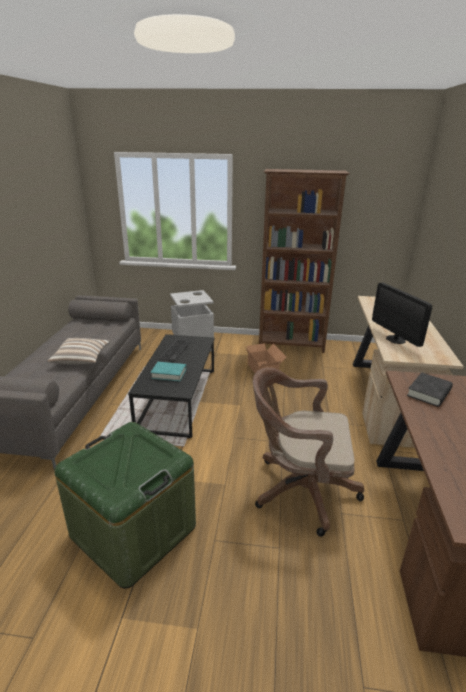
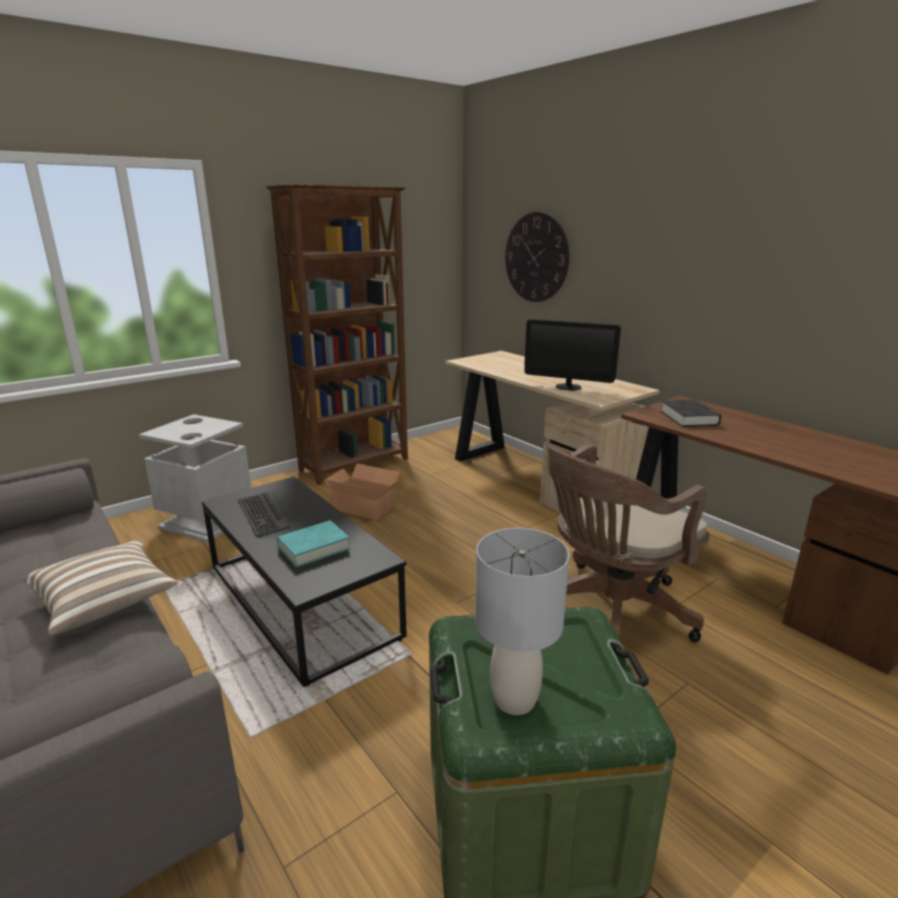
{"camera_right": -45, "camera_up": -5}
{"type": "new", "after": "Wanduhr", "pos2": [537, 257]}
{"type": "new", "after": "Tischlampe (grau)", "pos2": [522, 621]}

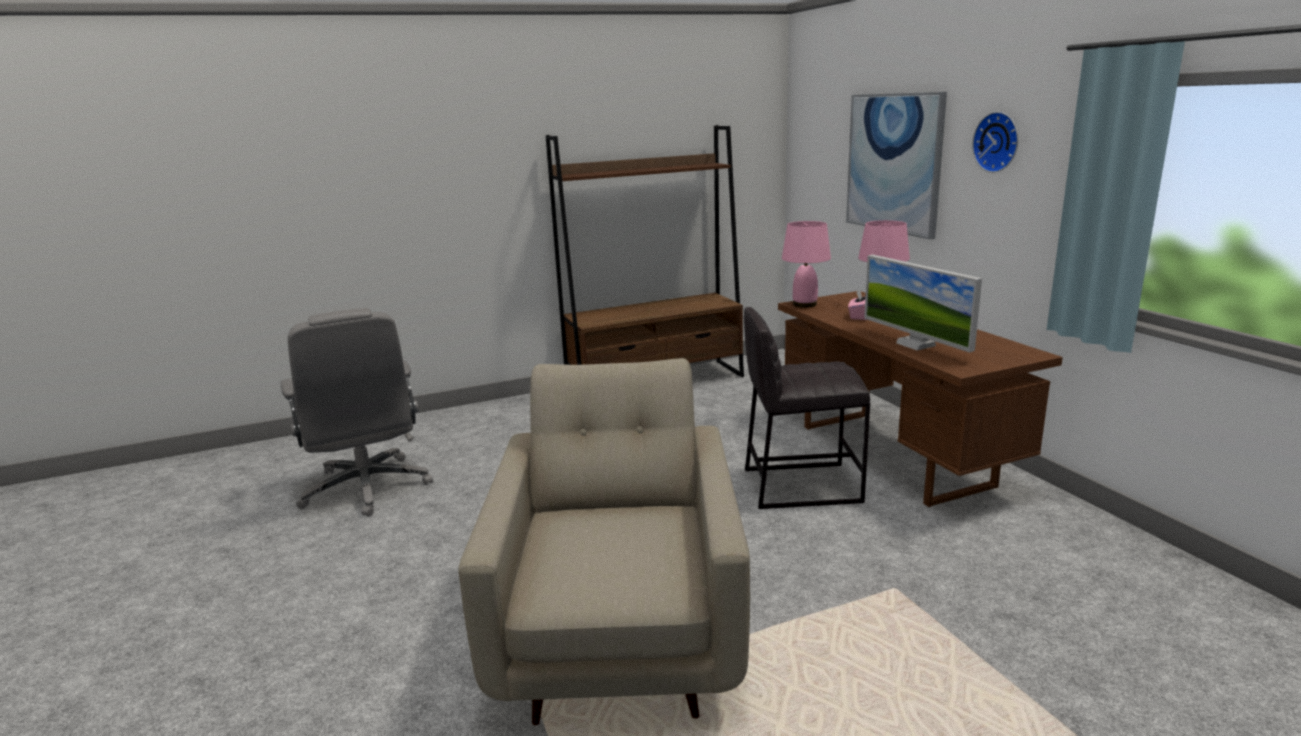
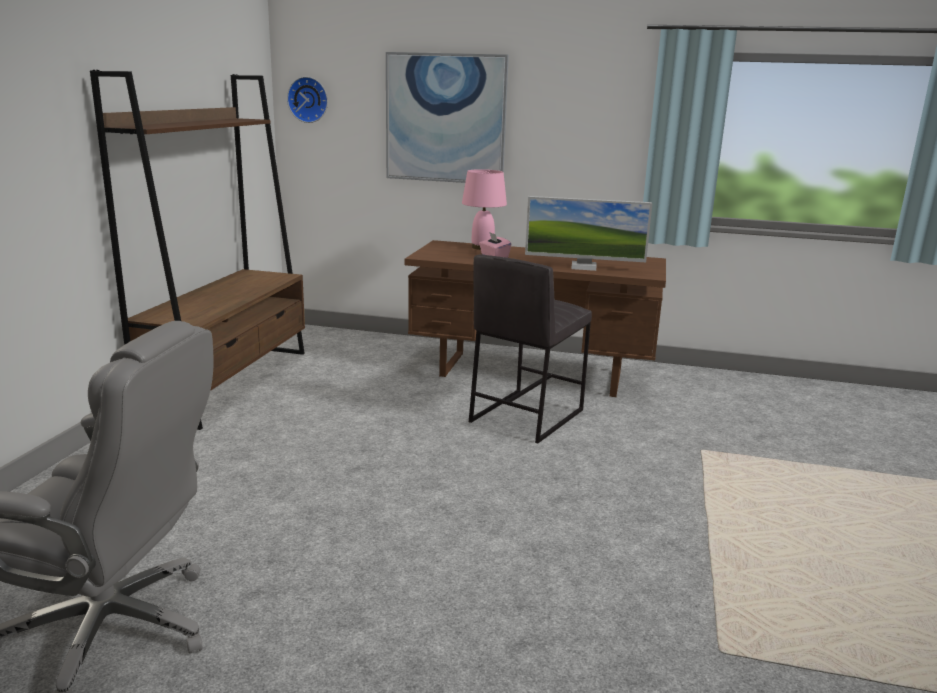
{"camera_right": -55, "camera_up": 0}
{"type": "shifted", "before": "Wanduhr", "pos1": [995, 142], "pos2": [307, 100]}
{"type": "gone", "before": "Tischlampe (rosa)", "pos1": [806, 264]}
{"type": "gone", "before": "Sessel (beige)", "pos1": [604, 541]}

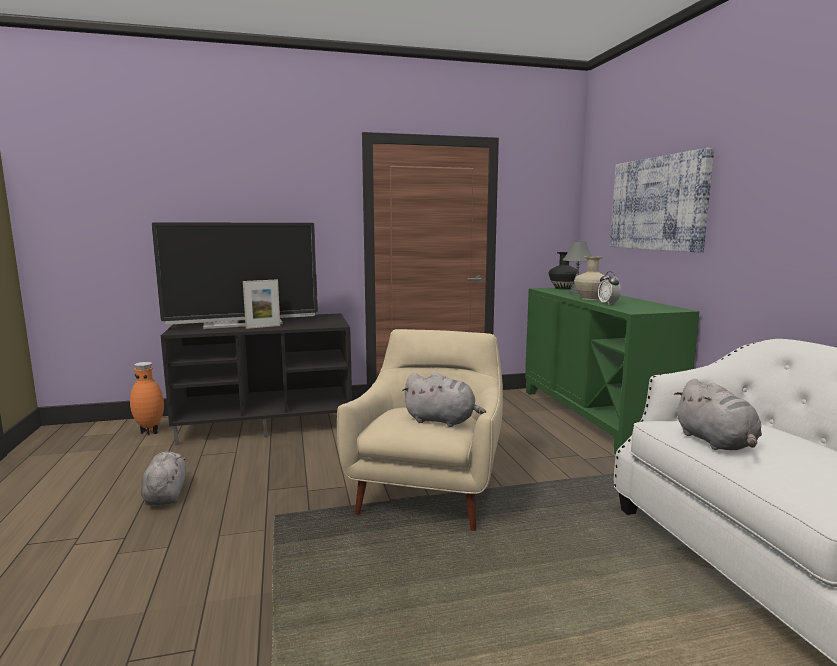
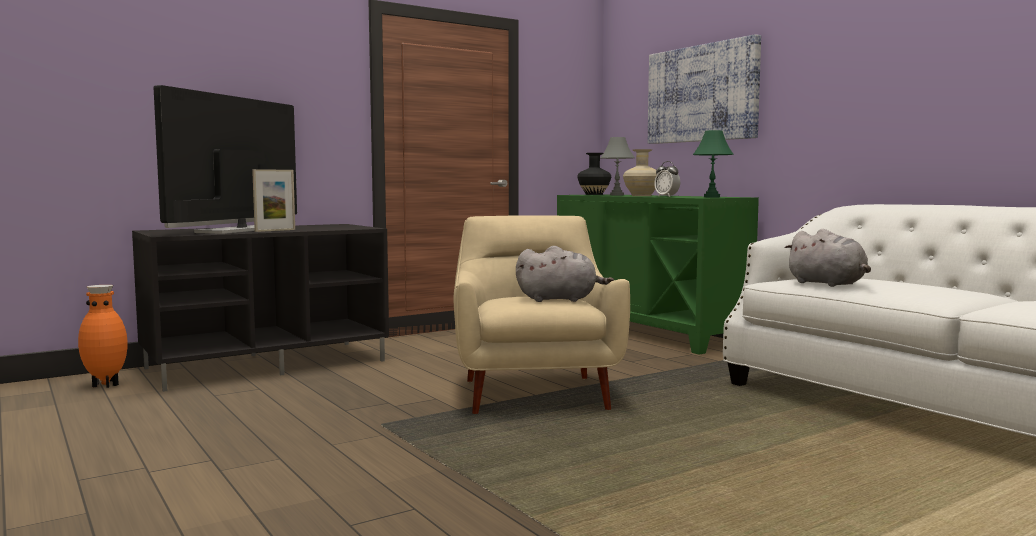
{"camera_right": -20, "camera_up": -5}
{"type": "rotated", "before": "Fernseher", "pos1": [234, 275], "pos2": [225, 159], "turn": 150}
{"type": "gone", "before": "Plüschtier (grau)", "pos1": [163, 478]}
{"type": "new", "after": "Tischlampe (grün)", "pos2": [713, 163]}

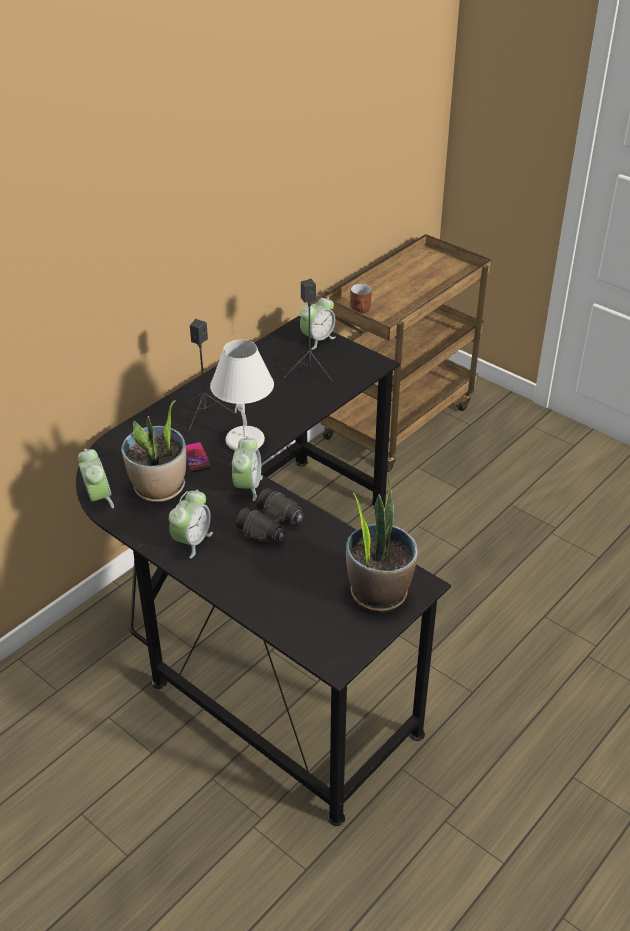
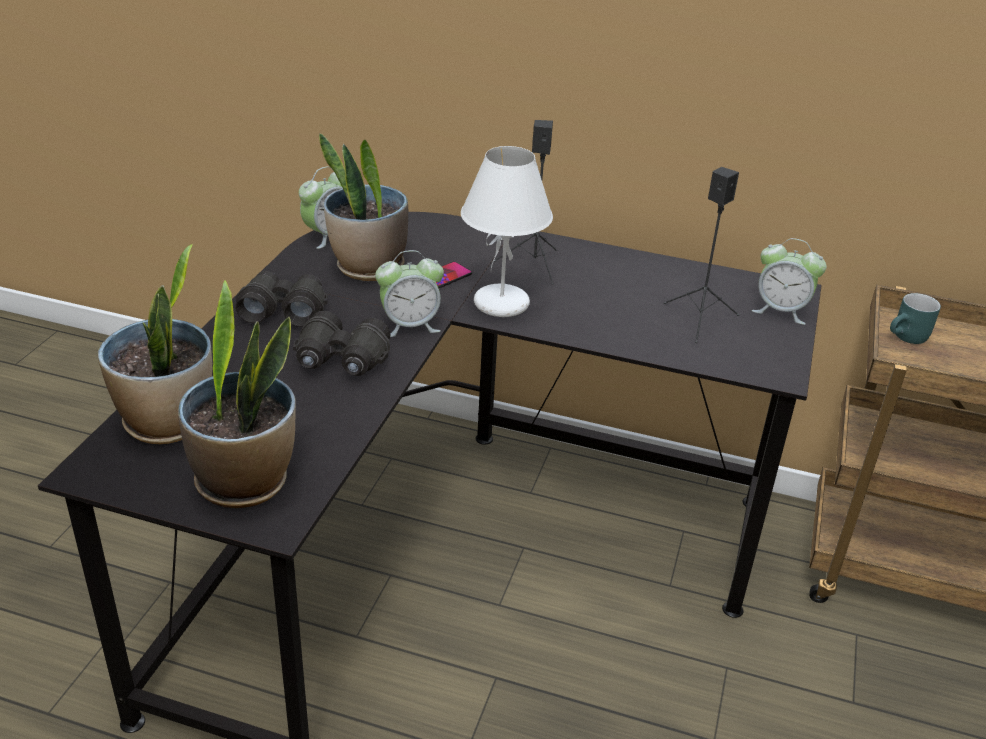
{"camera_right": 65, "camera_up": -5}
{"type": "repainted", "before": "Henkelbecher (braun)", "after": "Henkelbecher (türkis)", "pos1": [361, 299], "pos2": [915, 318]}
{"type": "swapped", "before": "Wecker", "after": "Fernglas (schwarz)", "pos1": [191, 524], "pos2": [281, 299]}
{"type": "new", "after": "Topfpflanze", "pos2": [155, 344]}

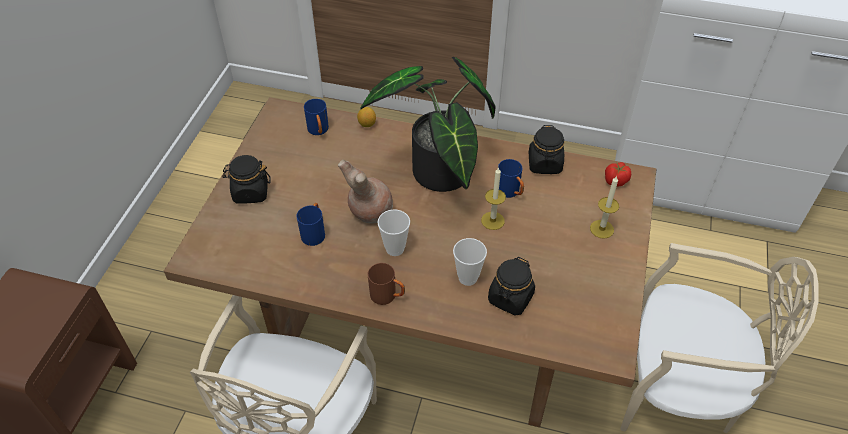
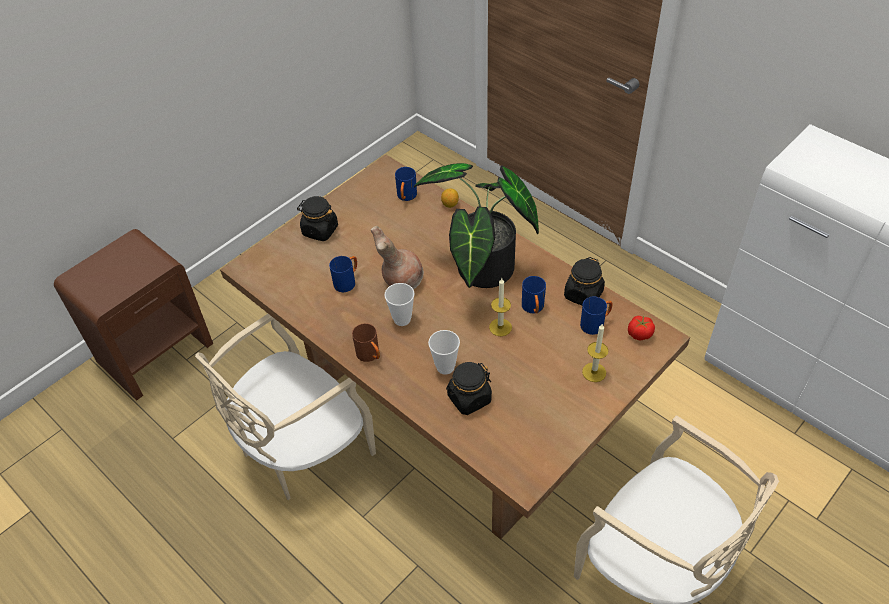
{"camera_right": 30, "camera_up": 0}
{"type": "new", "after": "Henkelbecher (blau)", "pos2": [596, 316]}

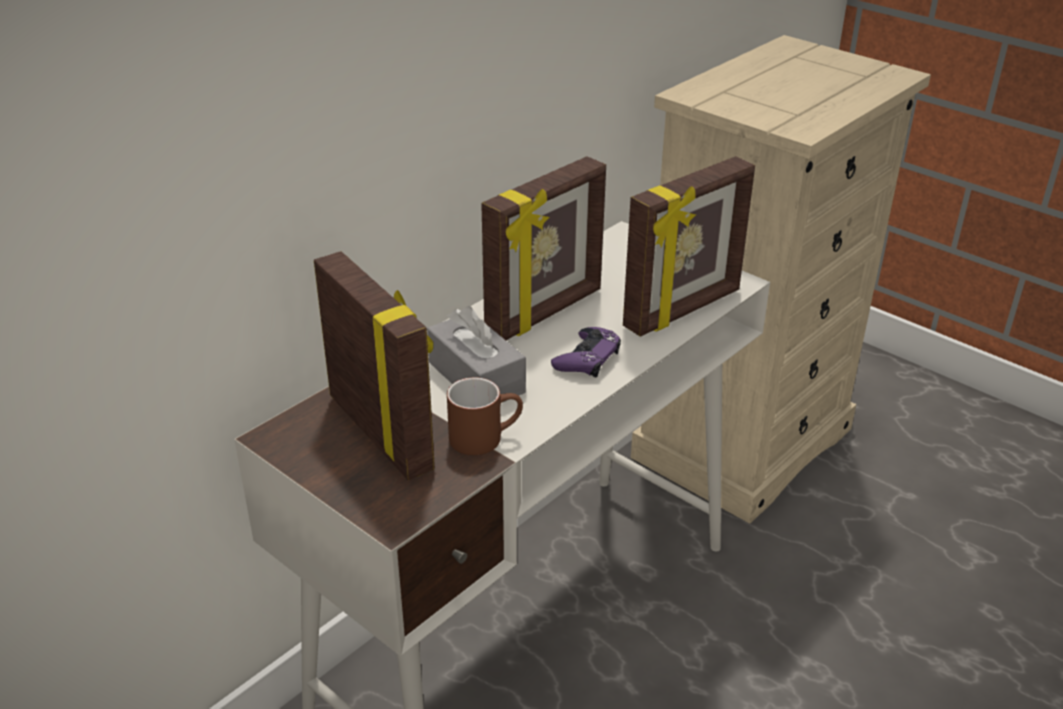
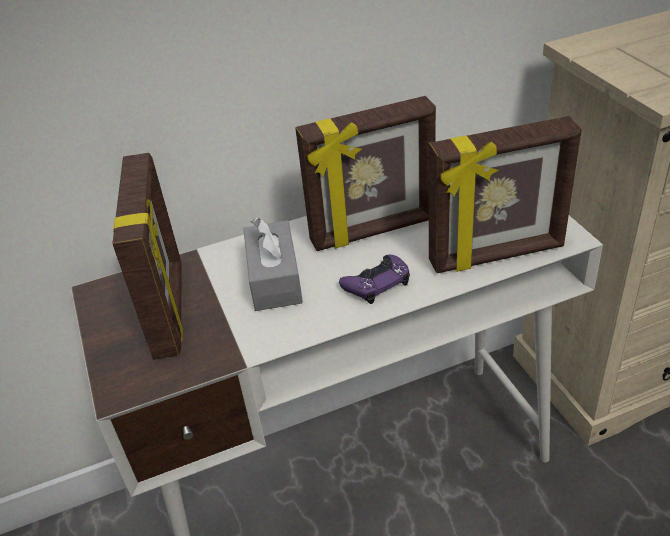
{"camera_right": 30, "camera_up": 5}
{"type": "gone", "before": "Henkelbecher (braun)", "pos1": [485, 416]}

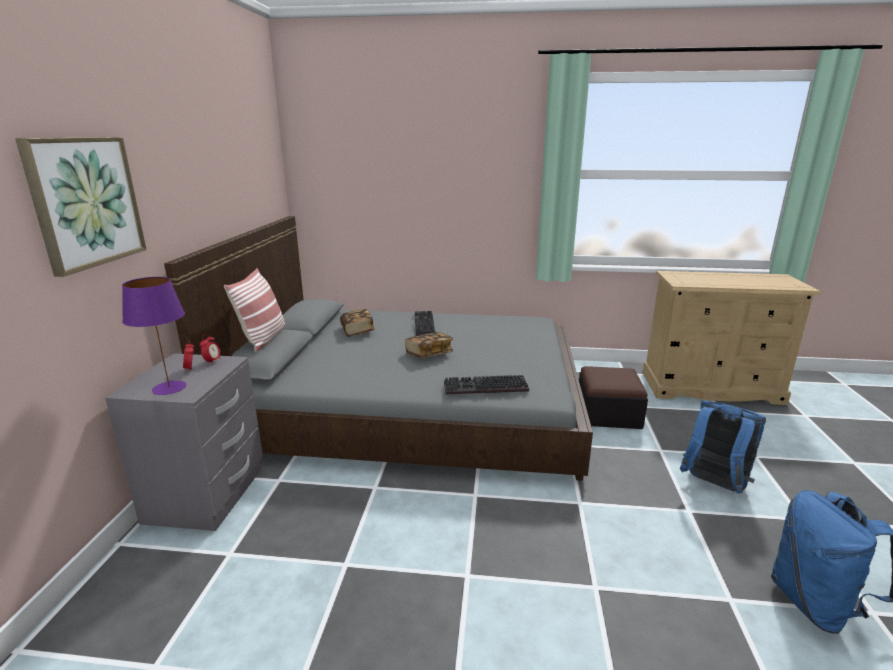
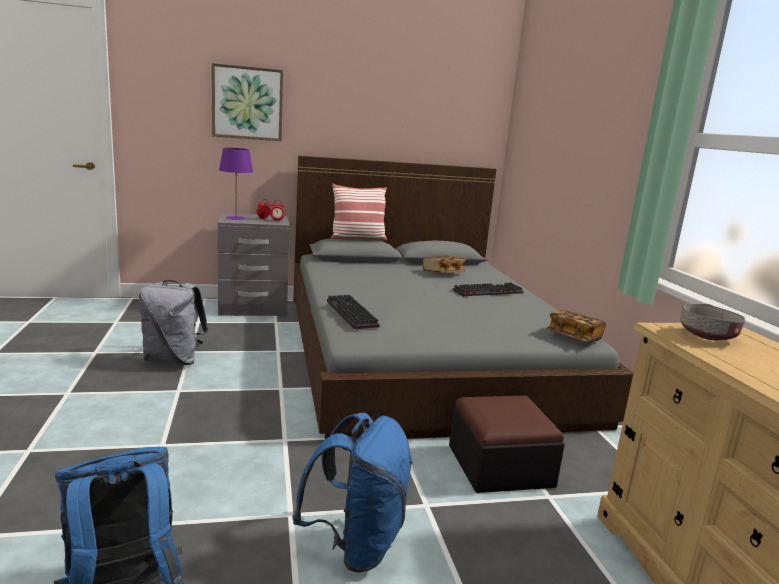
{"camera_right": 70, "camera_up": -5}
{"type": "shifted", "before": "Buch", "pos1": [429, 345], "pos2": [576, 326]}
{"type": "new", "after": "Rucksack (grau)", "pos2": [173, 322]}
{"type": "new", "after": "Schüssel (grau)", "pos2": [712, 322]}

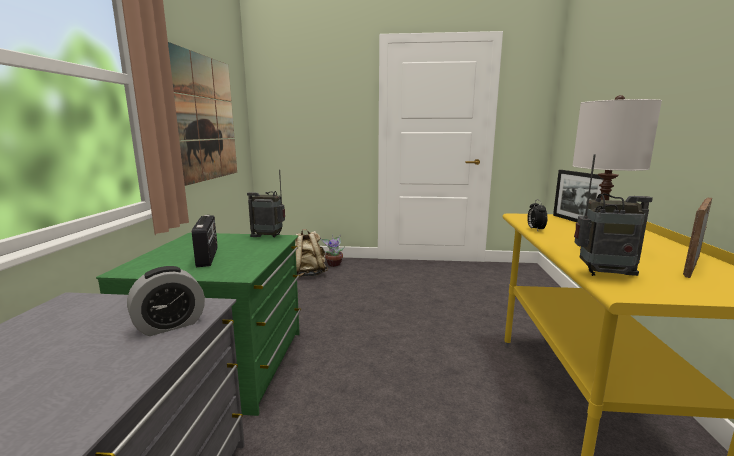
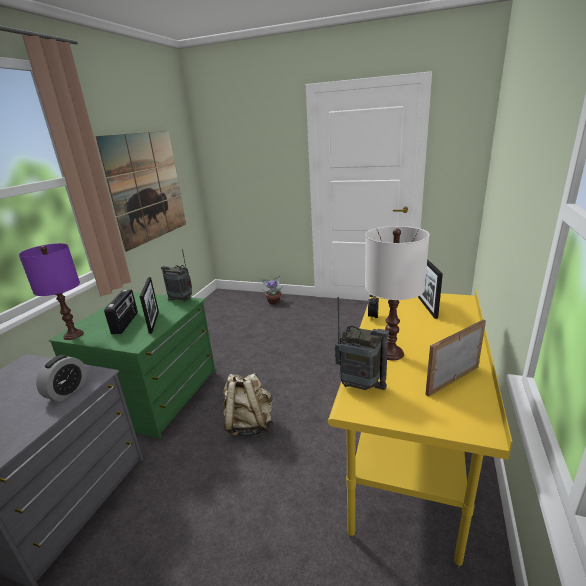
{"camera_right": 15, "camera_up": 10}
{"type": "shifted", "before": "Rucksack (beige)", "pos1": [311, 253], "pos2": [248, 404]}
{"type": "rotated", "before": "Wecker", "pos1": [166, 301], "pos2": [61, 378], "turn": -45}
{"type": "new", "after": "Tischlampe (lila)", "pos2": [51, 291]}
{"type": "new", "after": "Bilderrahmen", "pos2": [149, 305]}

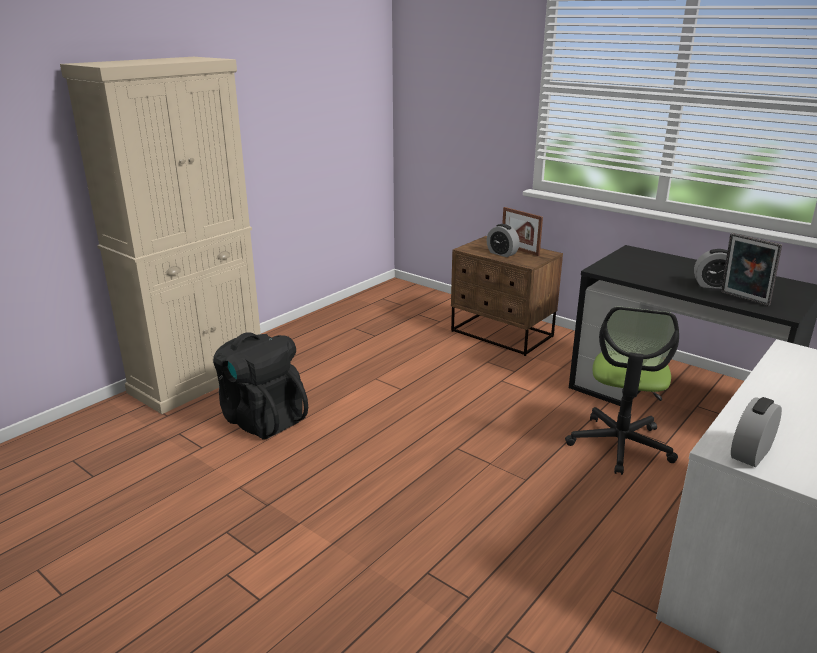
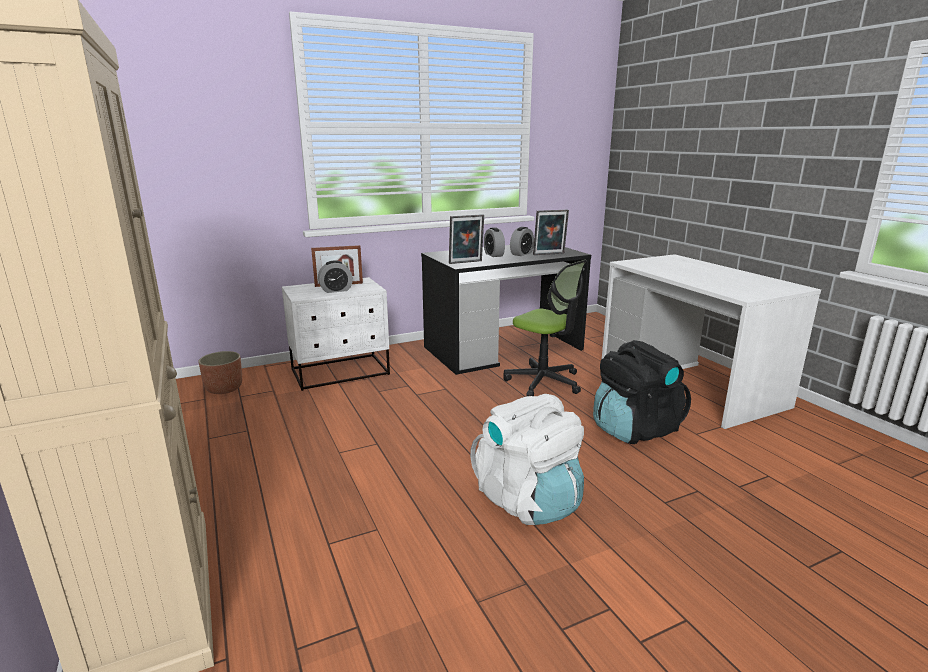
{"camera_right": -65, "camera_up": -5}
{"type": "repainted", "before": "Nachttisch (braun)", "after": "Nachttisch (weiß)", "pos1": [507, 296], "pos2": [336, 334]}
{"type": "shifted", "before": "Rucksack (schwarz)", "pos1": [260, 385], "pos2": [642, 392]}
{"type": "shifted", "before": "Wecker", "pos1": [756, 432], "pos2": [494, 242]}
{"type": "new", "after": "Bilderrahmen", "pos2": [466, 239]}
{"type": "new", "after": "Pflanzkübel", "pos2": [220, 372]}
{"type": "new", "after": "Rucksack (weiß)", "pos2": [527, 459]}

